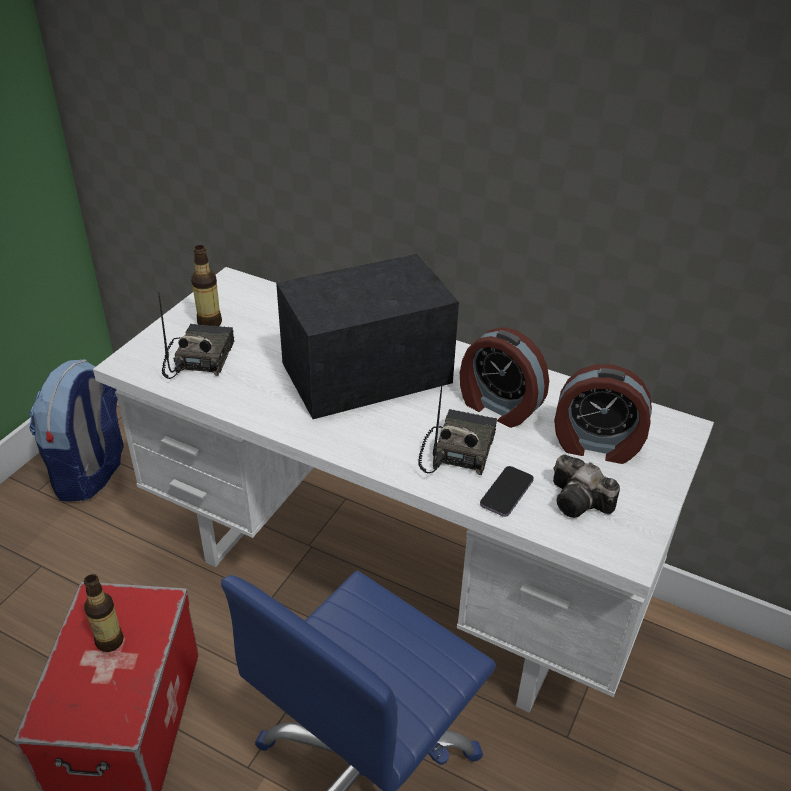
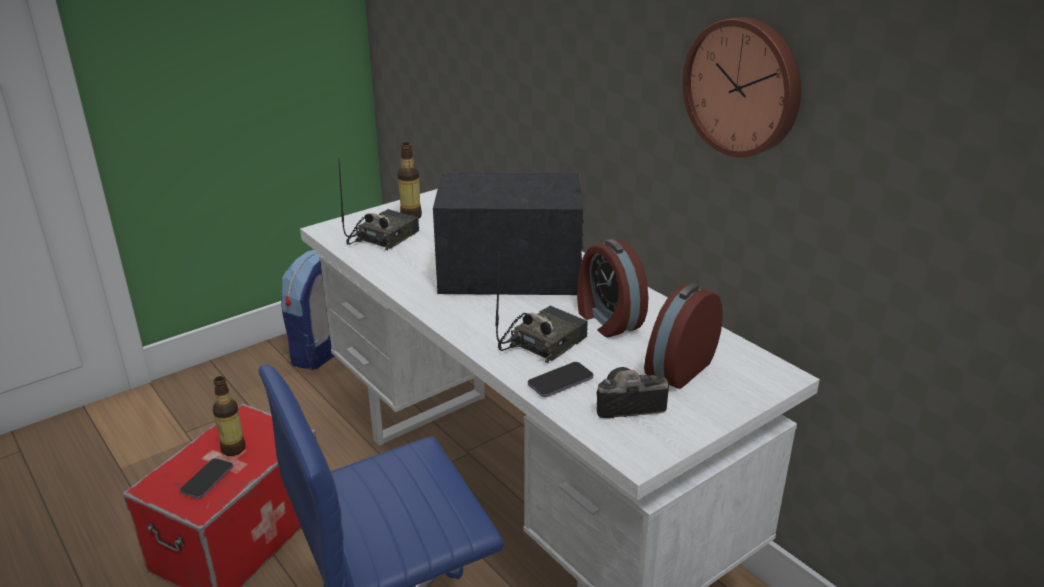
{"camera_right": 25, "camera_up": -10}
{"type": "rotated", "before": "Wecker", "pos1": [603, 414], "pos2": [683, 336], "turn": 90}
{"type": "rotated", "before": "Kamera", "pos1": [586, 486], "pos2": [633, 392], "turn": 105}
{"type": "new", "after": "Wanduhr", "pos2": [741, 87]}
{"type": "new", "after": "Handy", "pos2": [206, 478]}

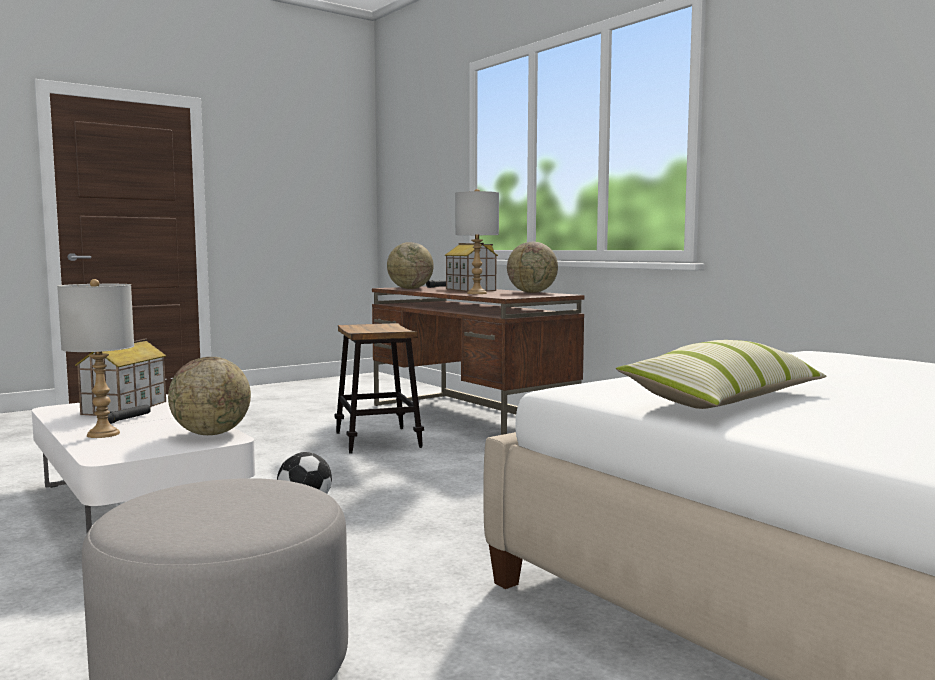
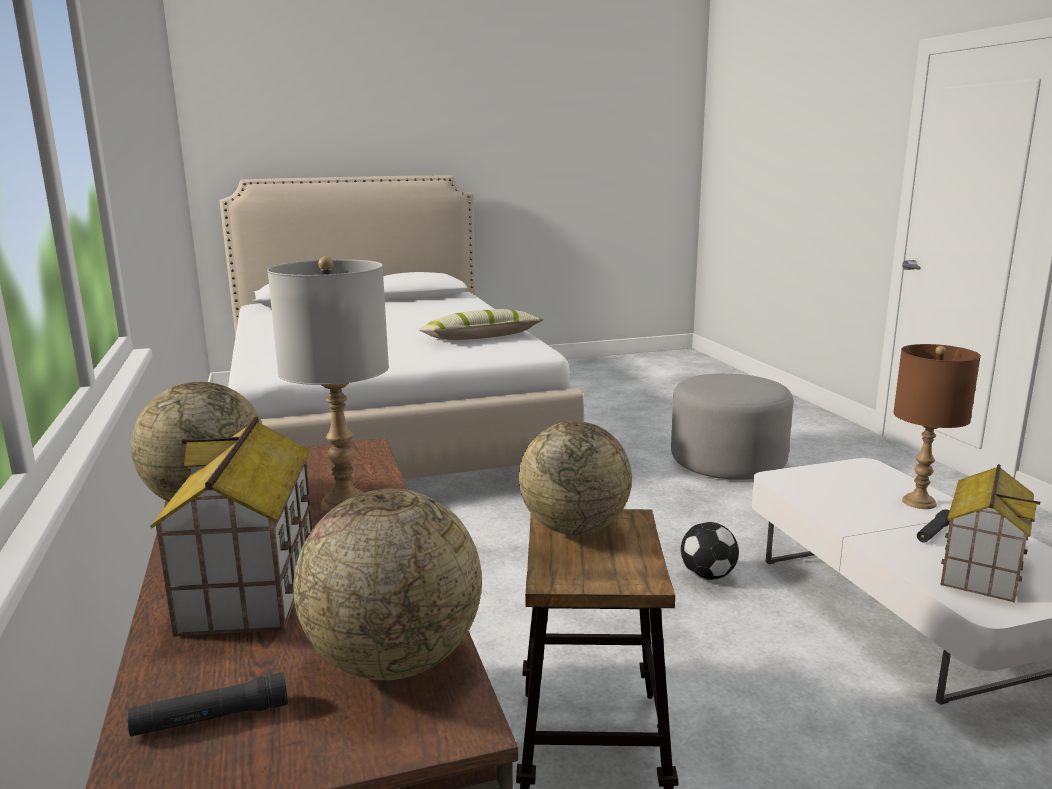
{"camera_right": -160, "camera_up": 10}
{"type": "repainted", "before": "Tischlampe (grau)", "after": "Tischlampe (braun)", "pos1": [95, 358], "pos2": [937, 426]}
{"type": "shifted", "before": "Globus", "pos1": [209, 396], "pos2": [575, 478]}

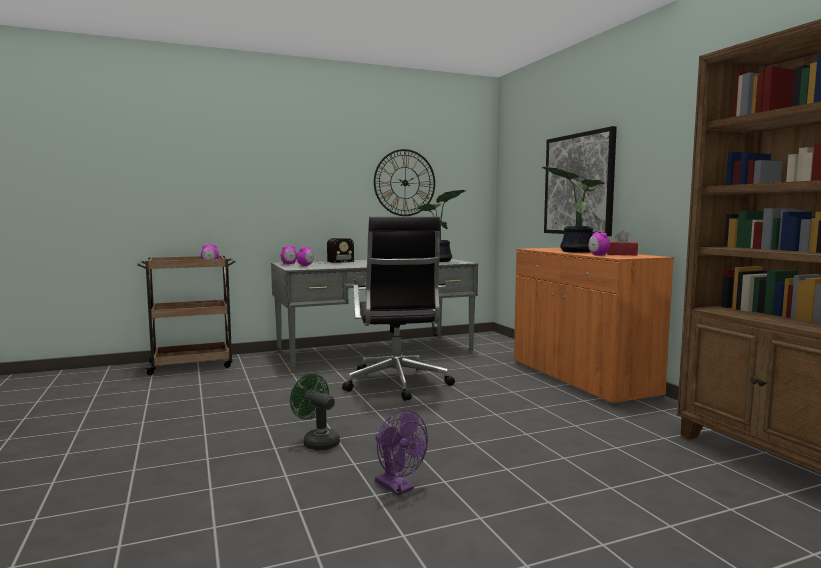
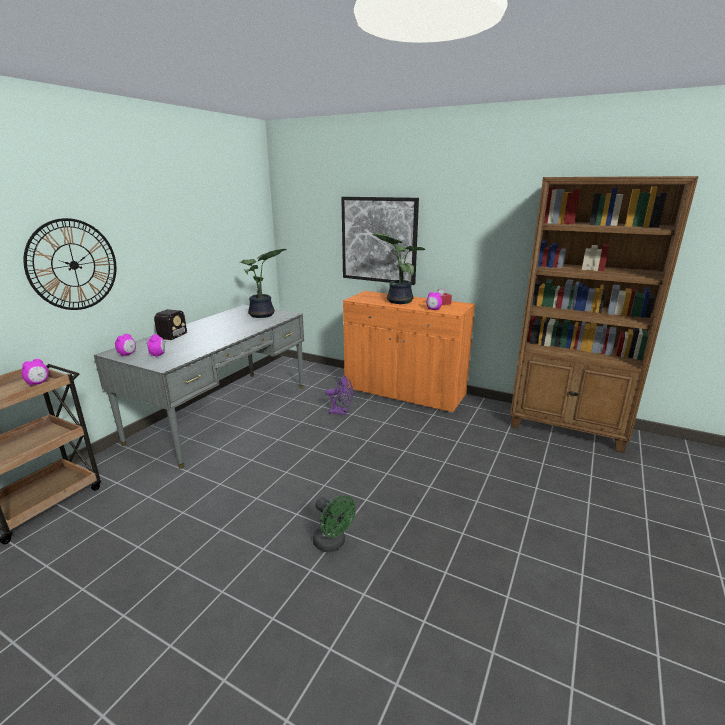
{"camera_right": -40, "camera_up": 15}
{"type": "shifted", "before": "Wanduhr", "pos1": [404, 182], "pos2": [69, 264]}
{"type": "gone", "before": "Bürostuhl (schwarz)", "pos1": [398, 309]}
{"type": "rotated", "before": "Ventilator (grün)", "pos1": [315, 412], "pos2": [334, 523], "turn": -135}
{"type": "shifted", "before": "Ventilator (lila)", "pos1": [401, 453], "pos2": [339, 395]}

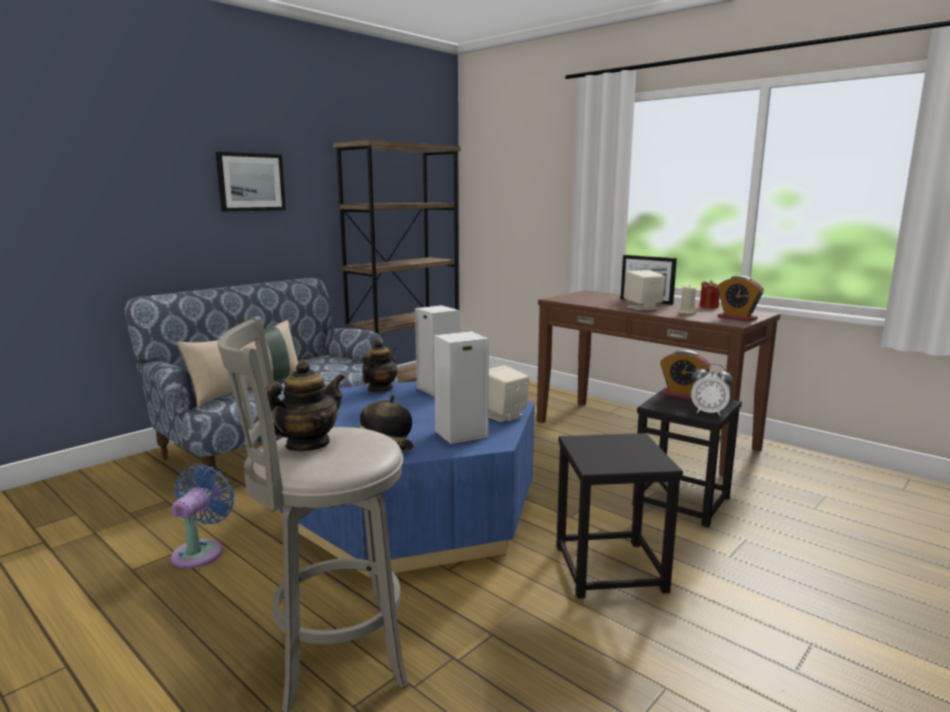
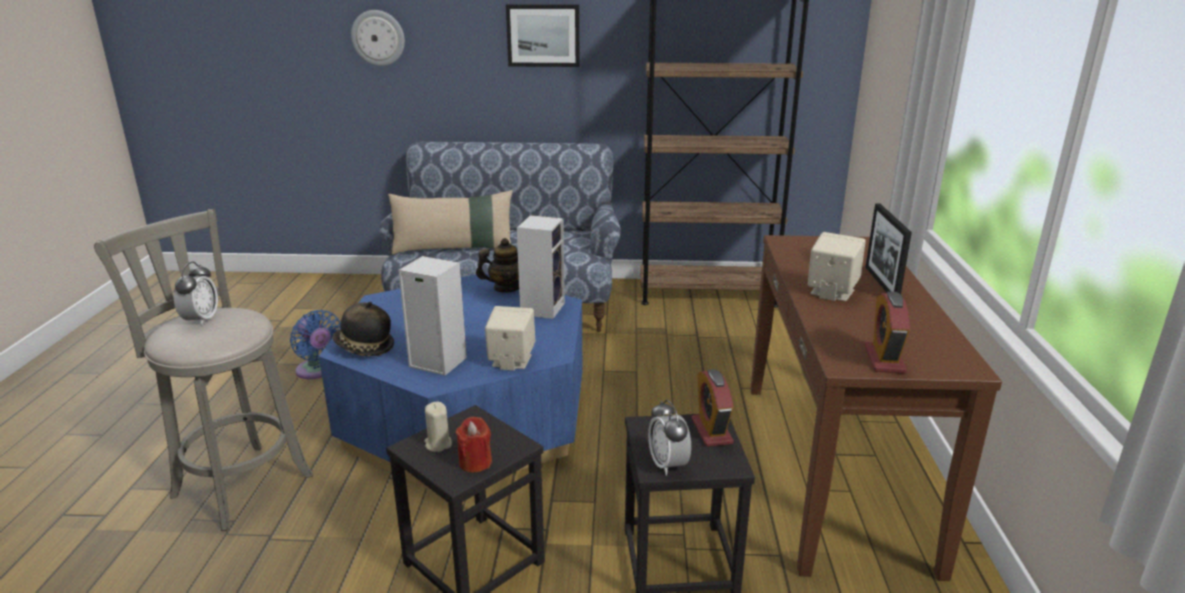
{"camera_right": 50, "camera_up": 10}
{"type": "shifted", "before": "Kerze (rot)", "pos1": [710, 294], "pos2": [474, 444]}
{"type": "shifted", "before": "Kerze (beige)", "pos1": [687, 299], "pos2": [438, 427]}
{"type": "swapped", "before": "Teekanne", "after": "Wecker", "pos1": [305, 405], "pos2": [196, 294]}
{"type": "rotated", "before": "Ventilator (blau)", "pos1": [202, 516], "pos2": [315, 344], "turn": 75}
{"type": "new", "after": "Wanduhr", "pos2": [378, 38]}

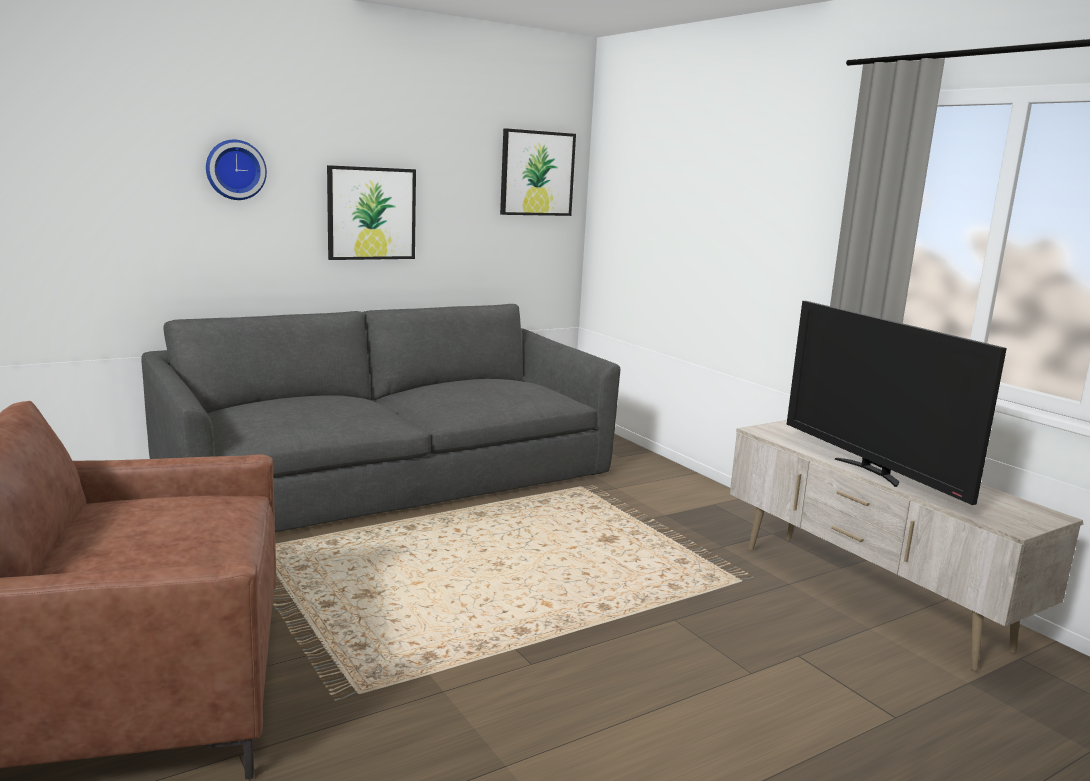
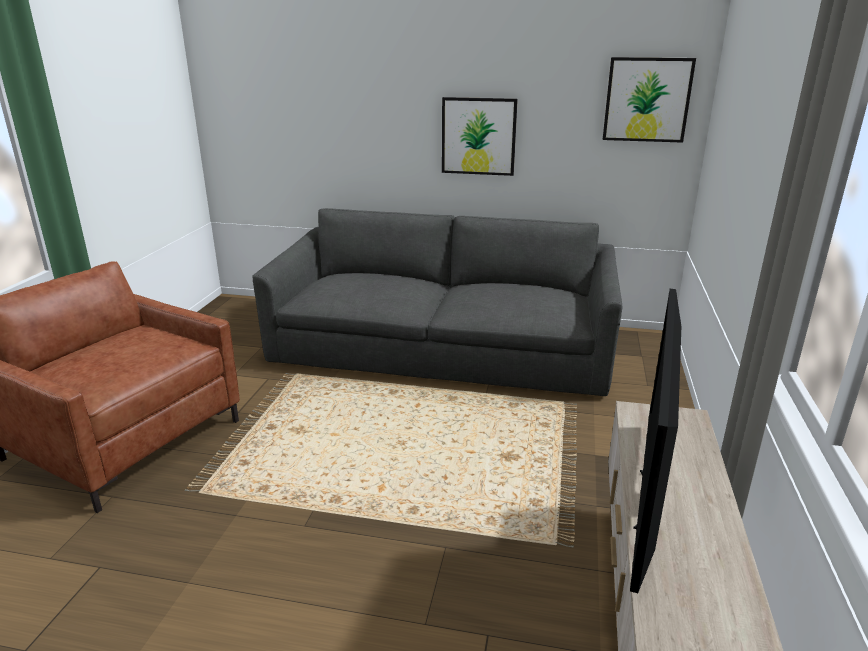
{"camera_right": 45, "camera_up": 10}
{"type": "gone", "before": "Wanduhr", "pos1": [236, 169]}

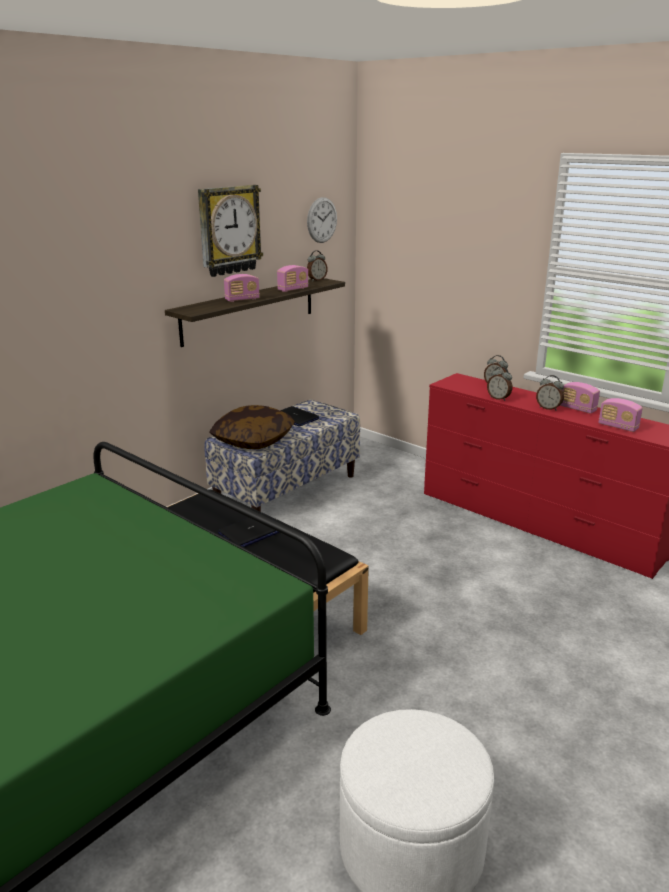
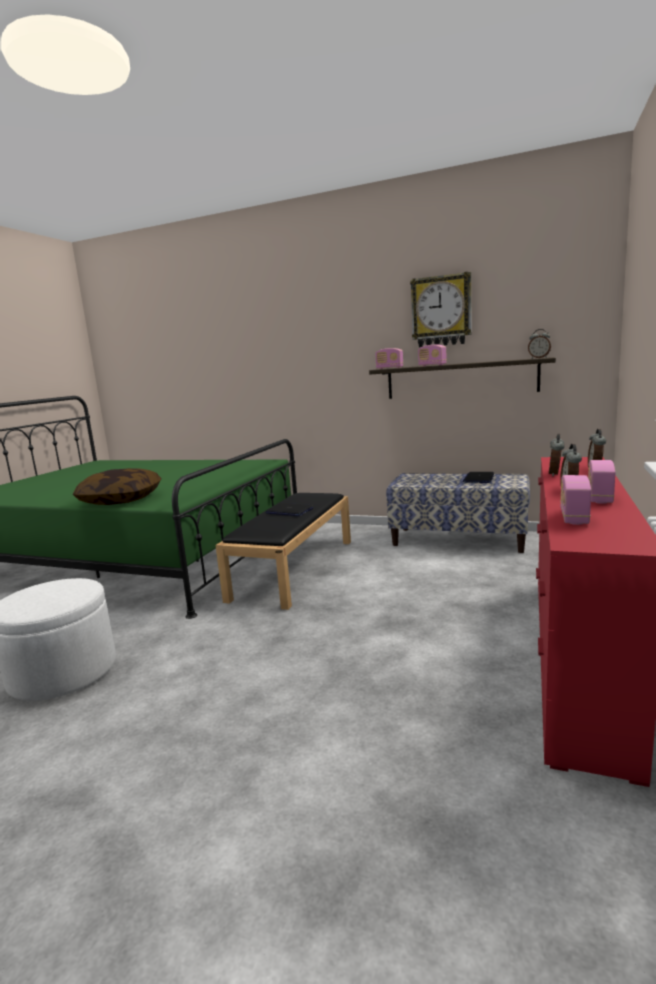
{"camera_right": 70, "camera_up": -10}
{"type": "gone", "before": "Wanduhr", "pos1": [322, 220]}
{"type": "shifted", "before": "Radio", "pos1": [292, 278], "pos2": [389, 358]}
{"type": "shifted", "before": "Kissen", "pos1": [252, 427], "pos2": [117, 486]}

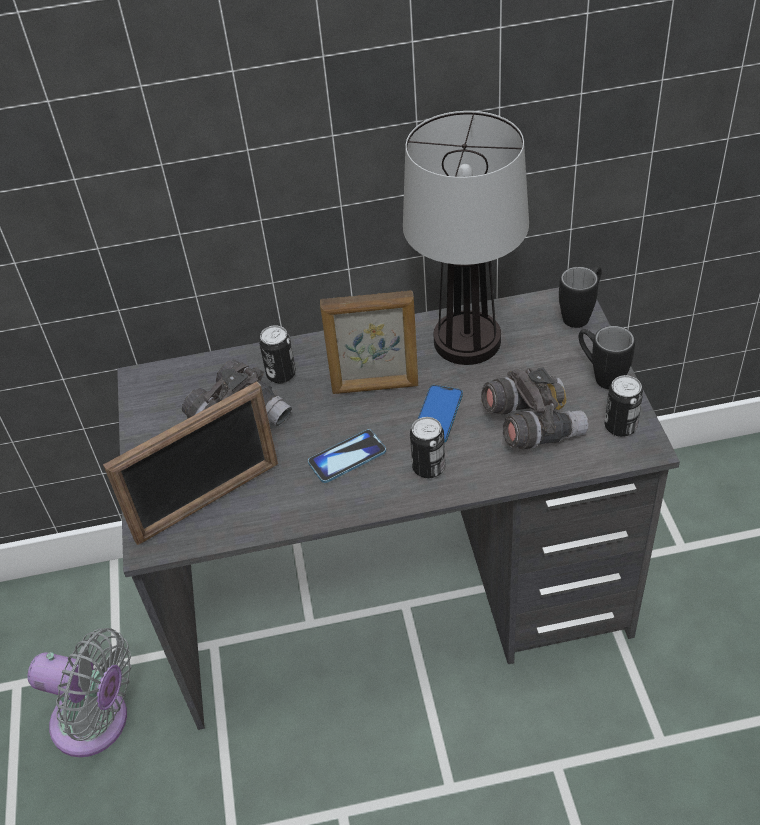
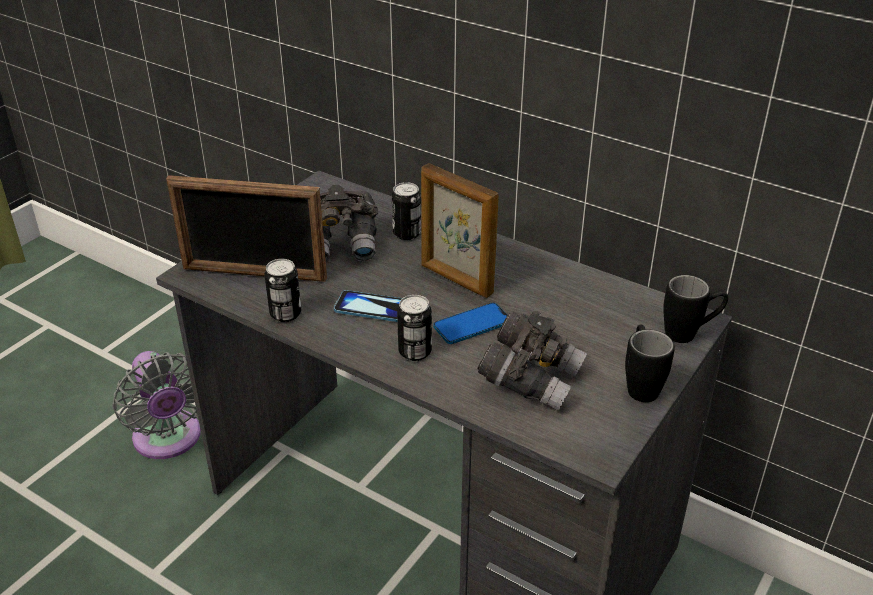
{"camera_right": 40, "camera_up": -10}
{"type": "gone", "before": "Tischlampe", "pos1": [466, 238]}
{"type": "shifted", "before": "Dose", "pos1": [624, 406], "pos2": [282, 290]}

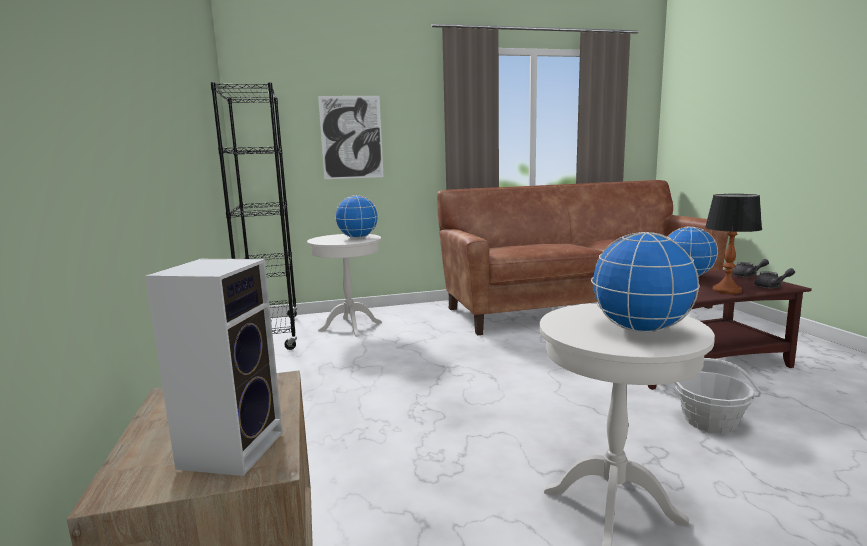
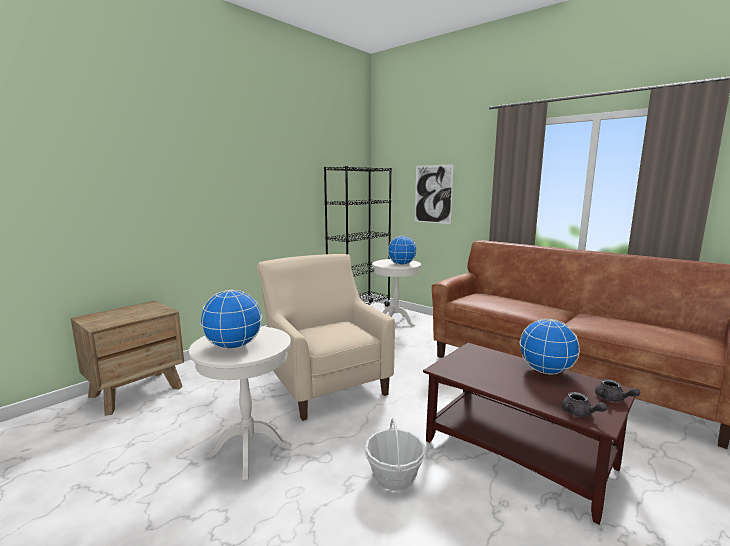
{"camera_right": 55, "camera_up": 0}
{"type": "gone", "before": "Tischlampe", "pos1": [733, 244]}
{"type": "gone", "before": "Lautsprecher", "pos1": [214, 367]}
{"type": "new", "after": "Sessel (beige)", "pos2": [326, 337]}

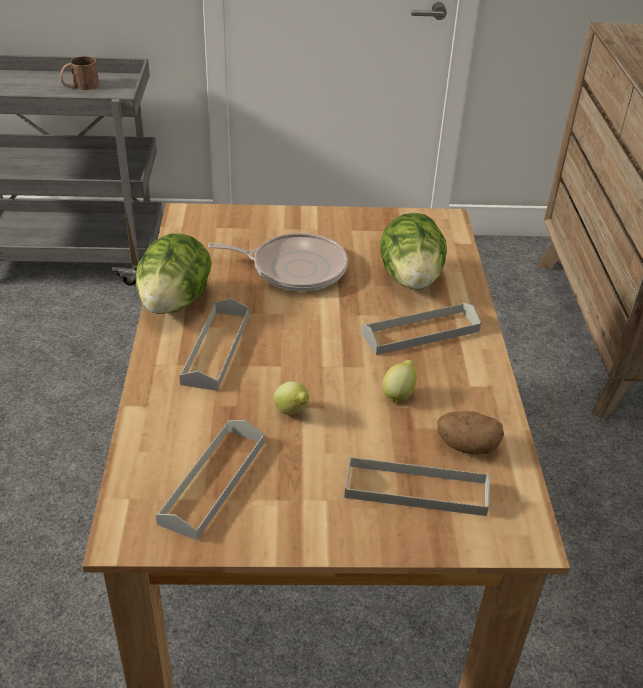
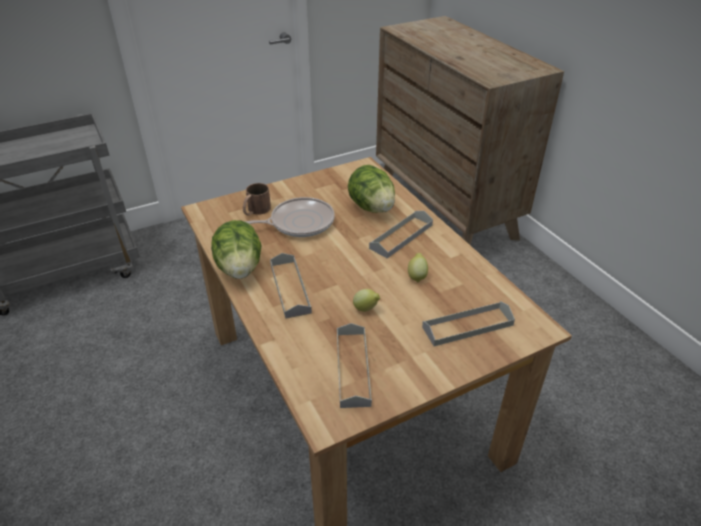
{"camera_right": -25, "camera_up": 0}
{"type": "shifted", "before": "Henkelbecher (braun)", "pos1": [79, 73], "pos2": [257, 199]}
{"type": "gone", "before": "Kartoffel", "pos1": [470, 432]}

